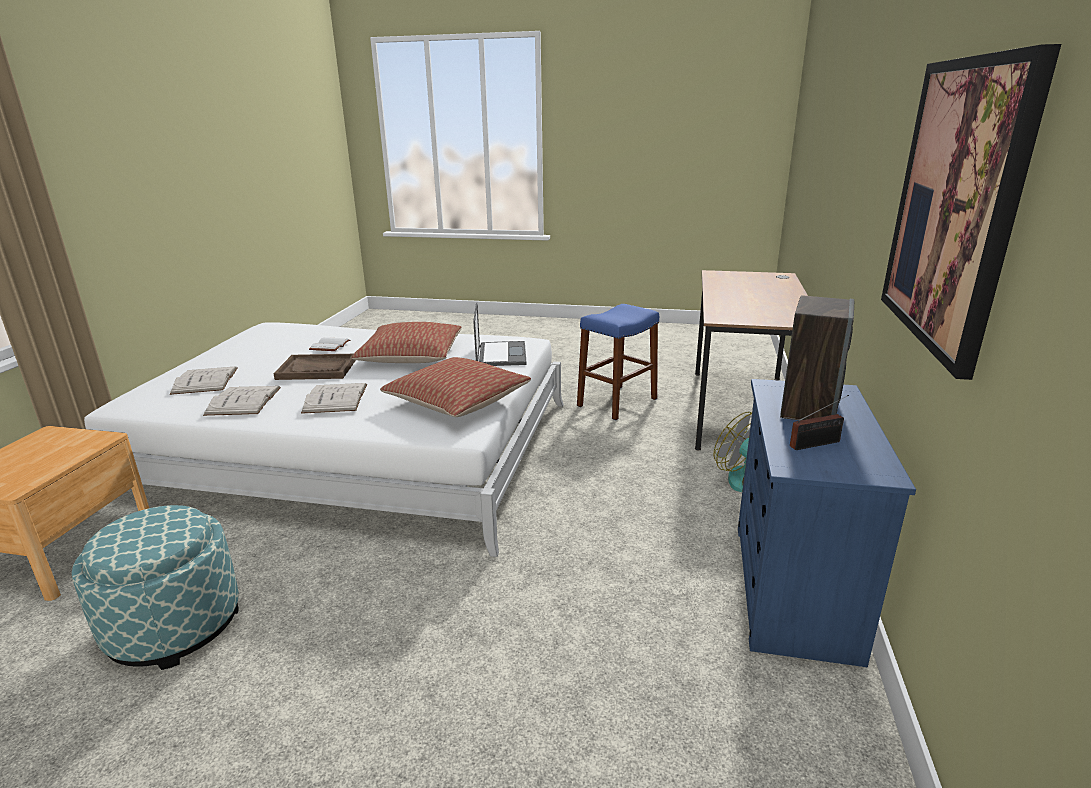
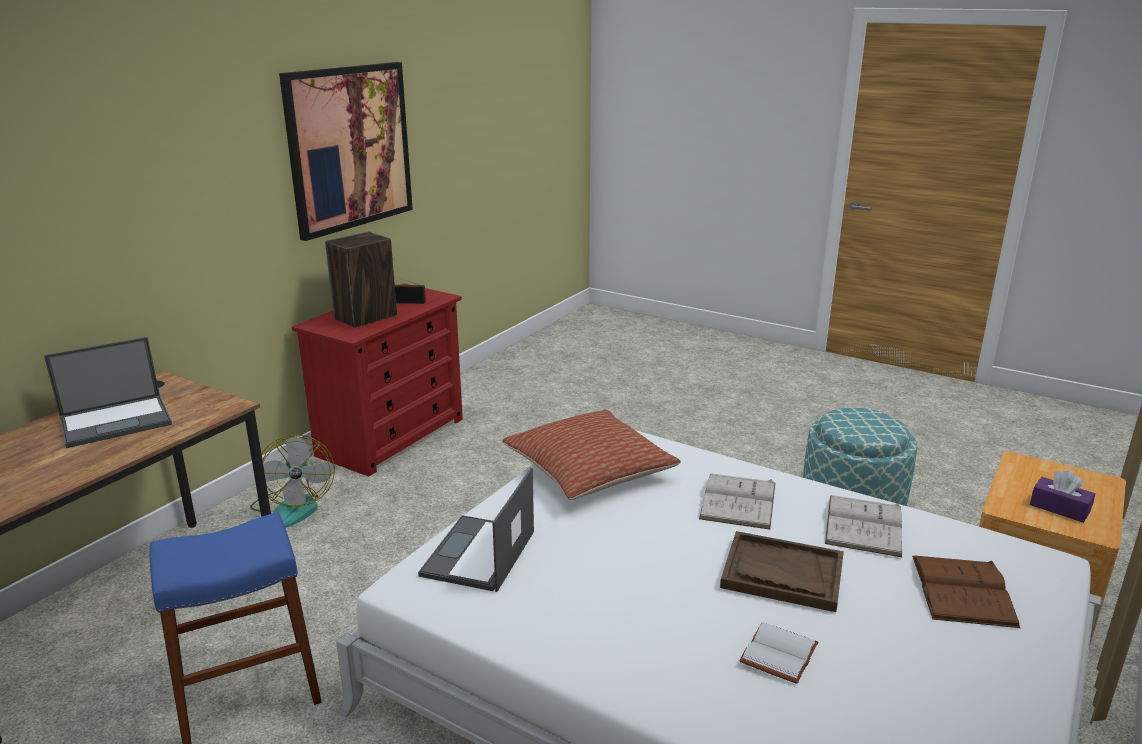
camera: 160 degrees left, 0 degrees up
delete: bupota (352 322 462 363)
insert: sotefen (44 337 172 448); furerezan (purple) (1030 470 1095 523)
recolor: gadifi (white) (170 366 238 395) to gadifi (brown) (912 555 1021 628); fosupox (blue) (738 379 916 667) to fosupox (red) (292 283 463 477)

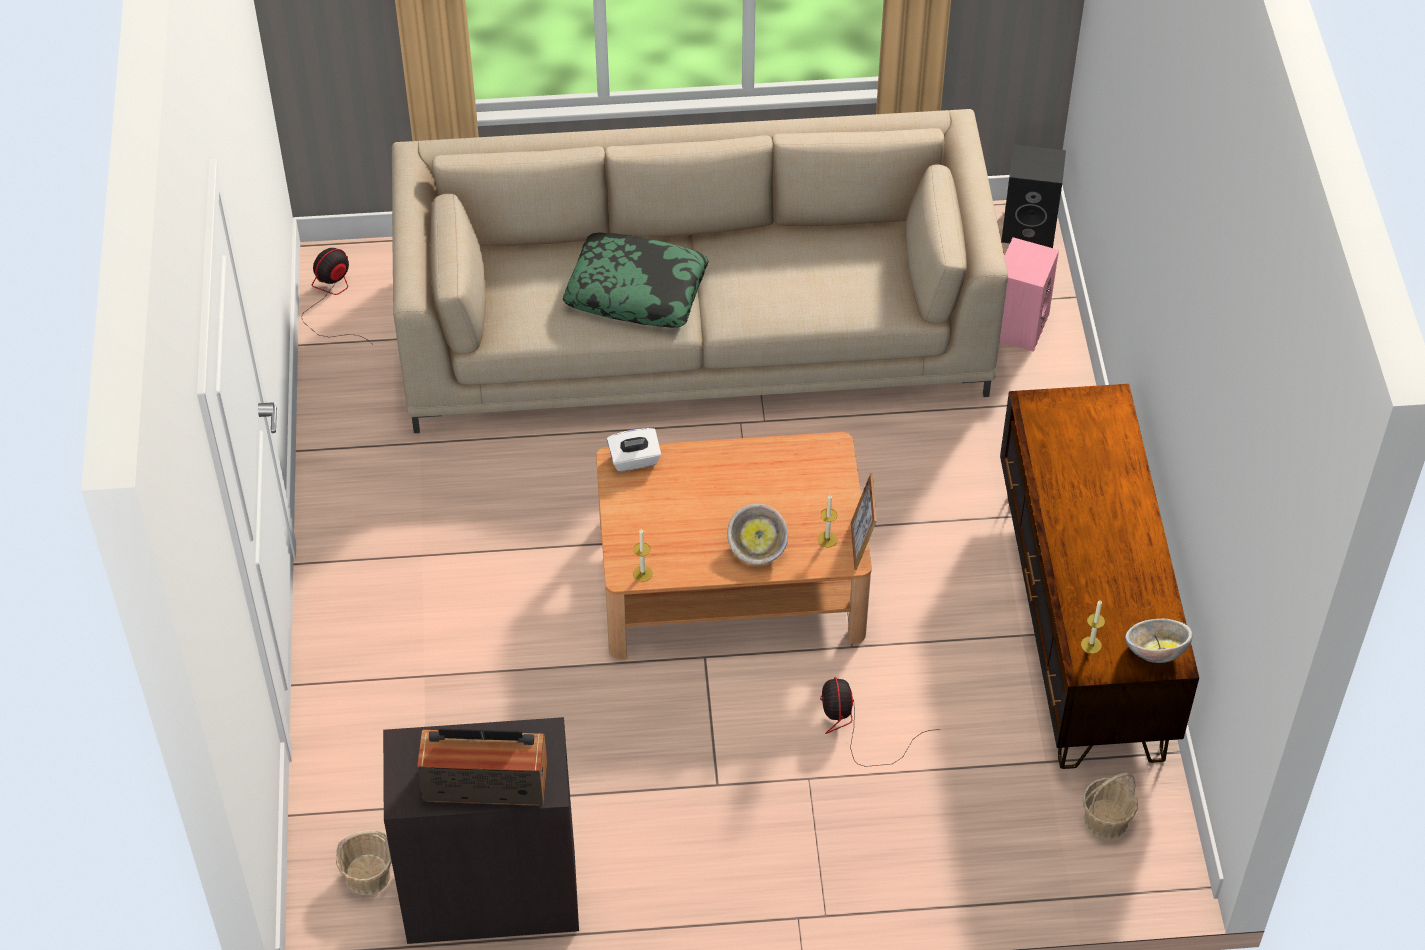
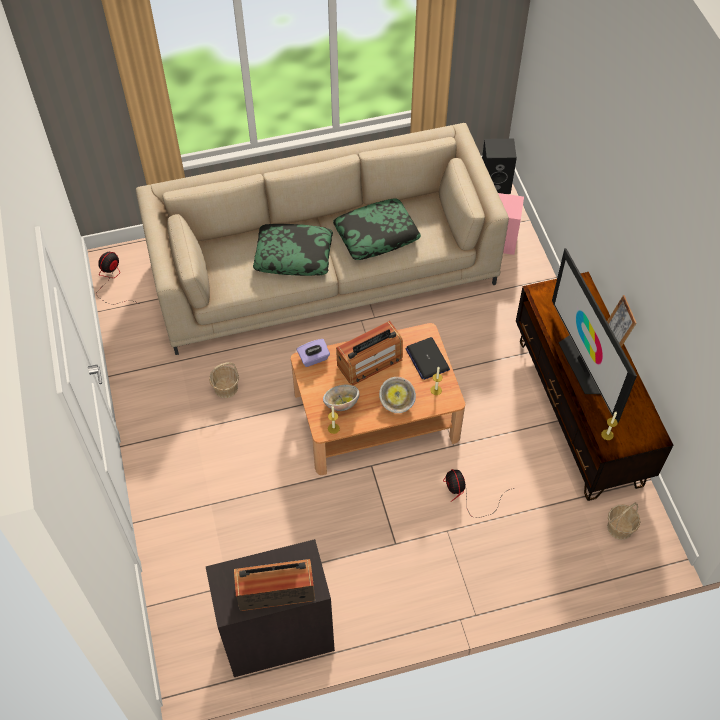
camera: 10 degrees left, 5 degrees up
insert: bupota (333 198 421 260); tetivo (552 248 637 423); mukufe (336 321 403 385); sotefen (405 337 450 380)
move: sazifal (851 473 877 570) to (607 295 637 347); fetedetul (1125 619 1192 663) to (323 384 359 411); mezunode (336 830 392 895) to (209 362 239 398)
recolor: furerezan (white) (607 428 661 472) to furerezan (purple) (297 339 330 367)

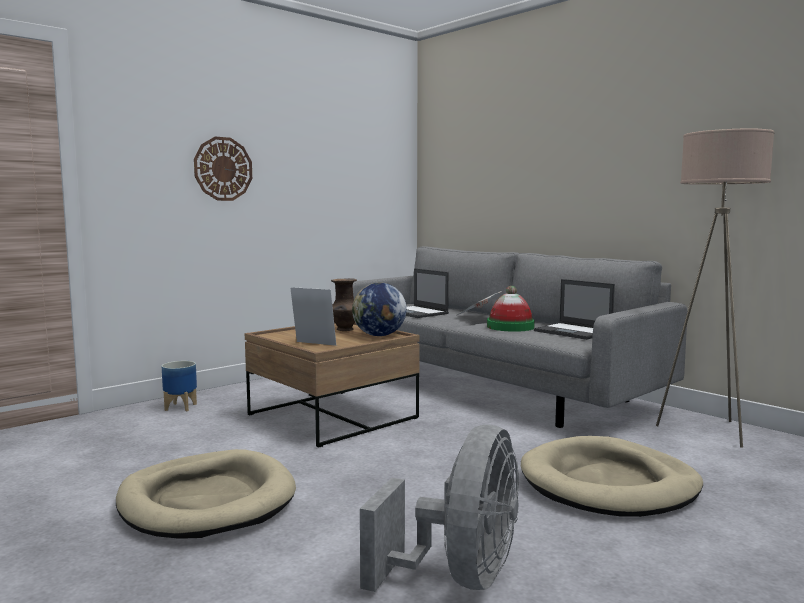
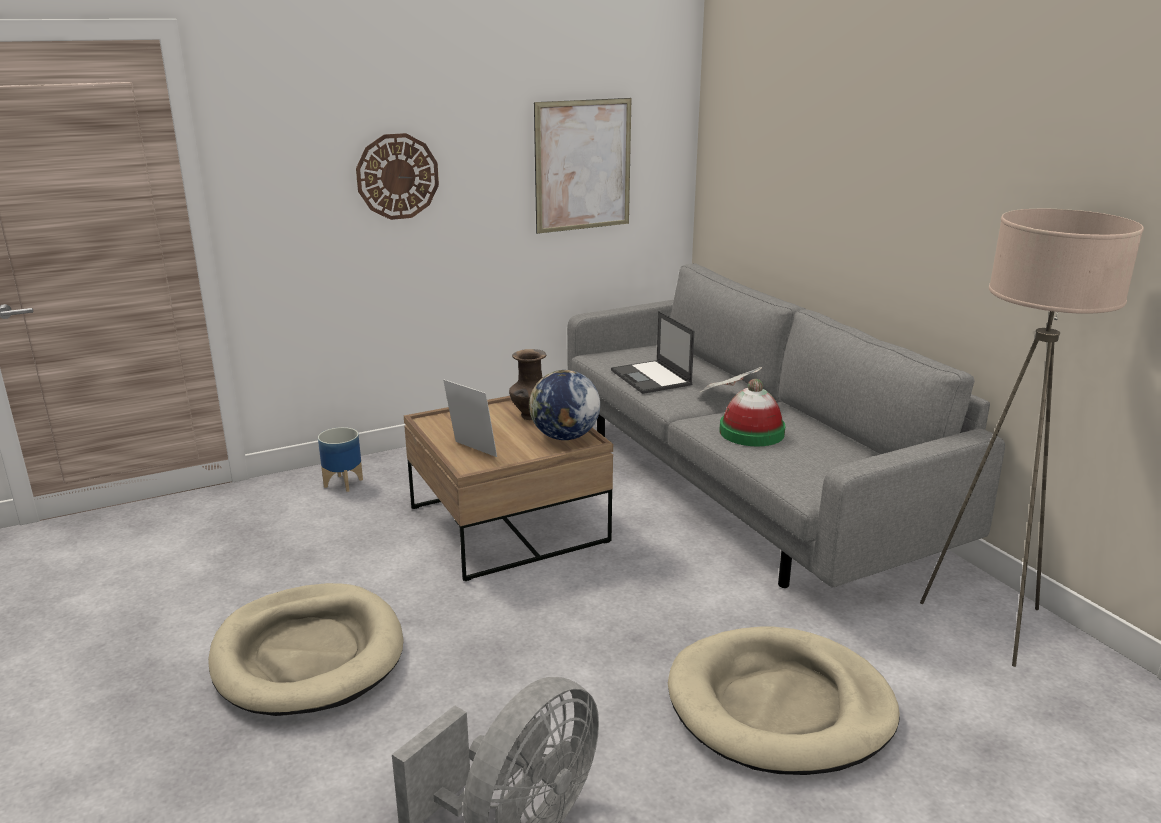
camera: 15 degrees right, 15 degrees up
delete: sotefen (534 279 615 340)
insert: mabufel (534 98 631 234)

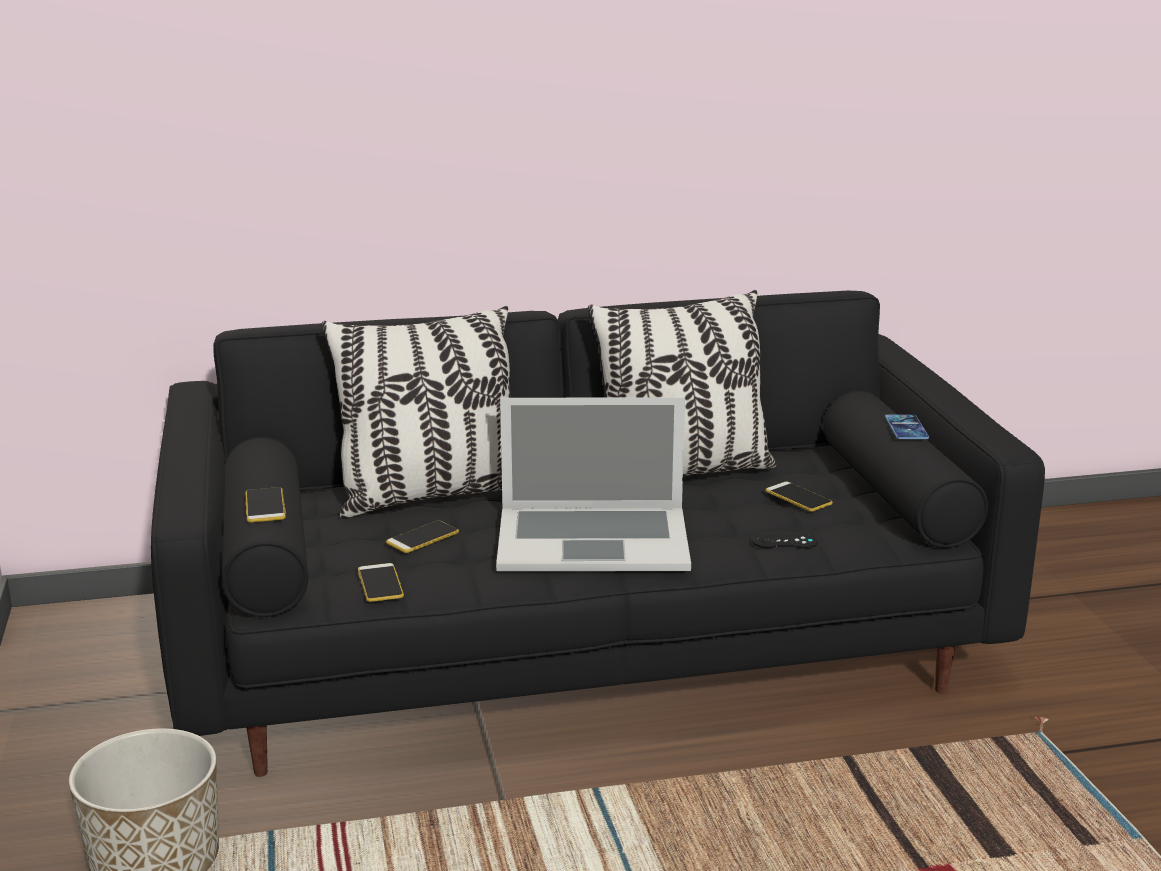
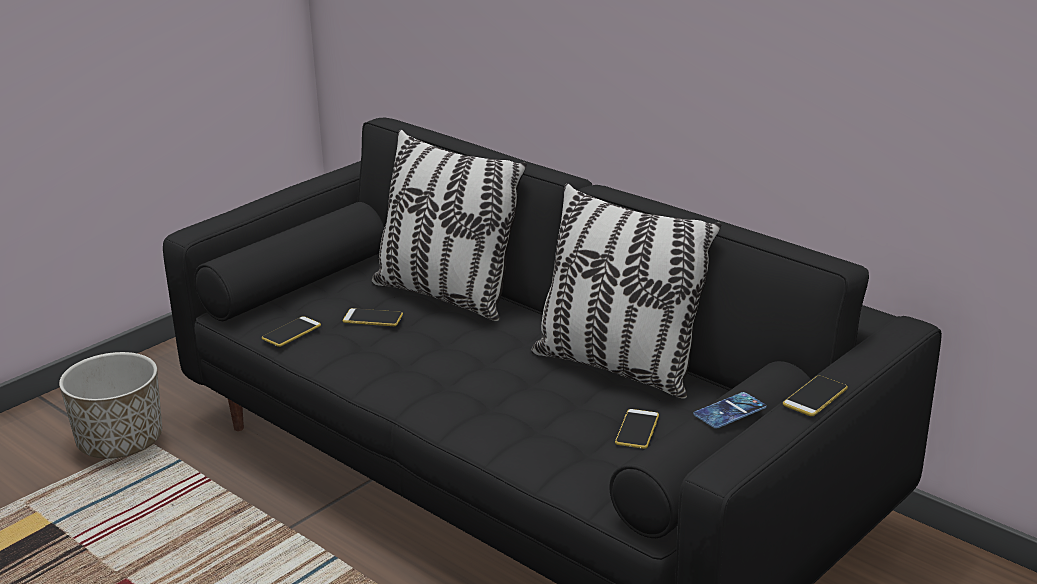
camera: 55 degrees right, 5 degrees up
delete: sotefen (496 397 691 571); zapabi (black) (752 534 818 548)
move: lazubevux (245 487 286 523) to (783 376 848 416)

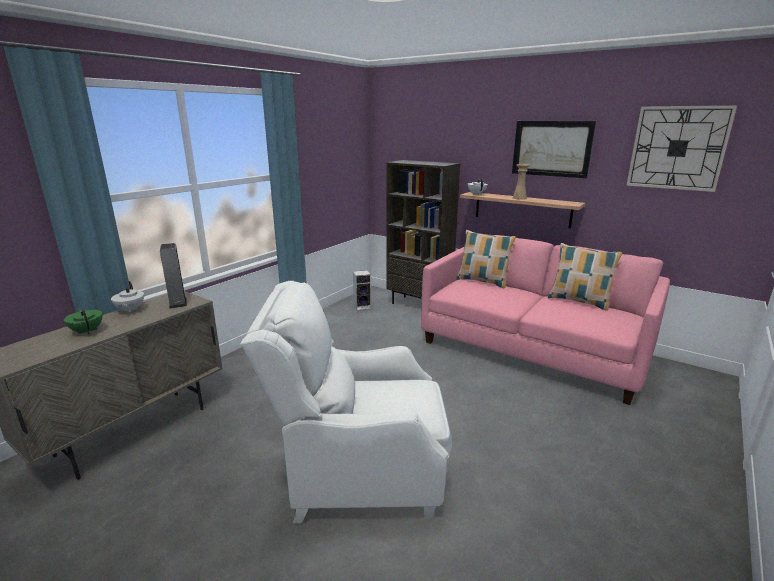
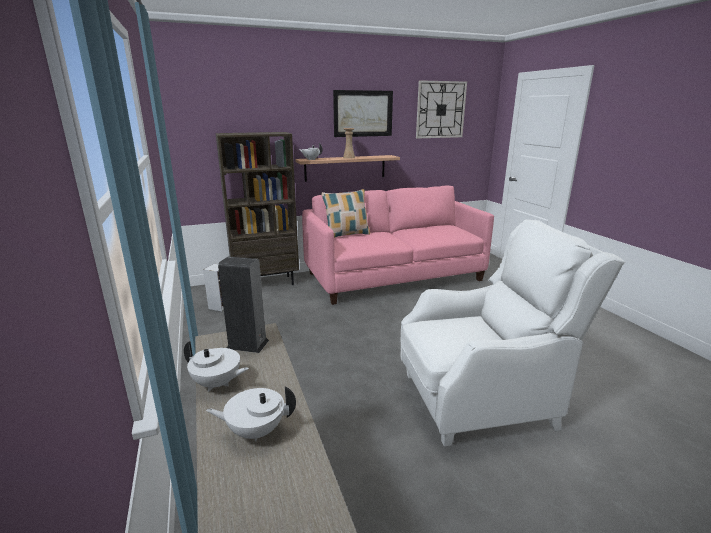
camera: 55 degrees left, 0 degrees up
delete: bupota (548 243 622 311)
recolor: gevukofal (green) (64 309 103 334) to gevukofal (white) (206 386 296 441)
rotate: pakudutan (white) (240 281 452 524) = (400 220 626 446) 135 degrees counterclockwise

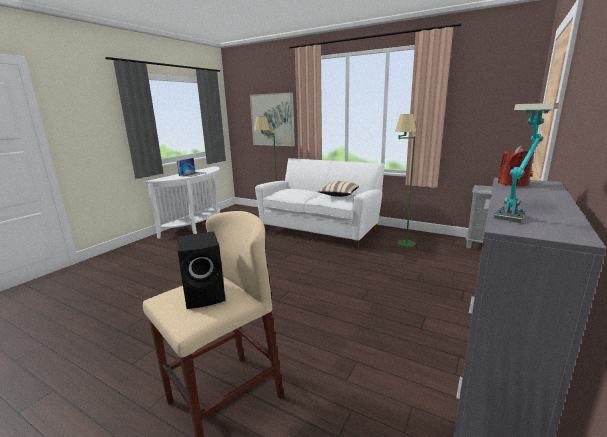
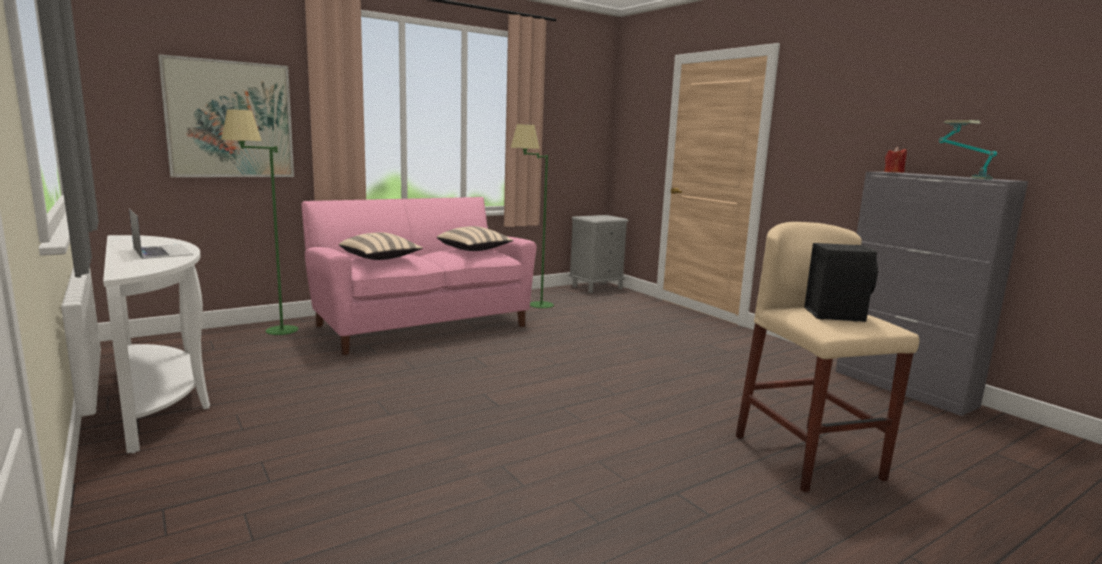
camera: 65 degrees left, 5 degrees down
insert: bupota (beige) (339 232 423 260)
recolor: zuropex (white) (255 158 385 250) to zuropex (pink) (301 197 537 355)

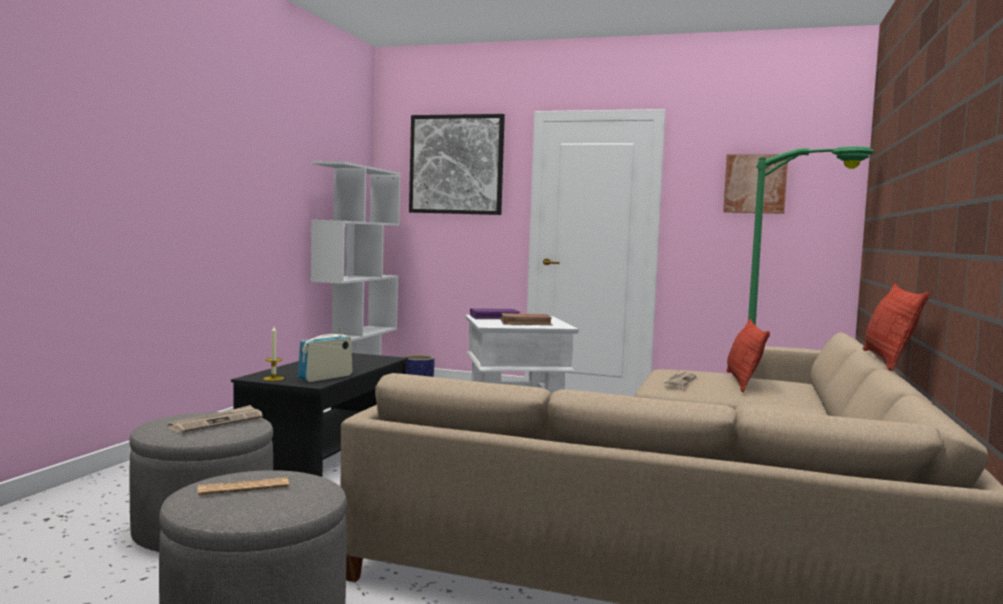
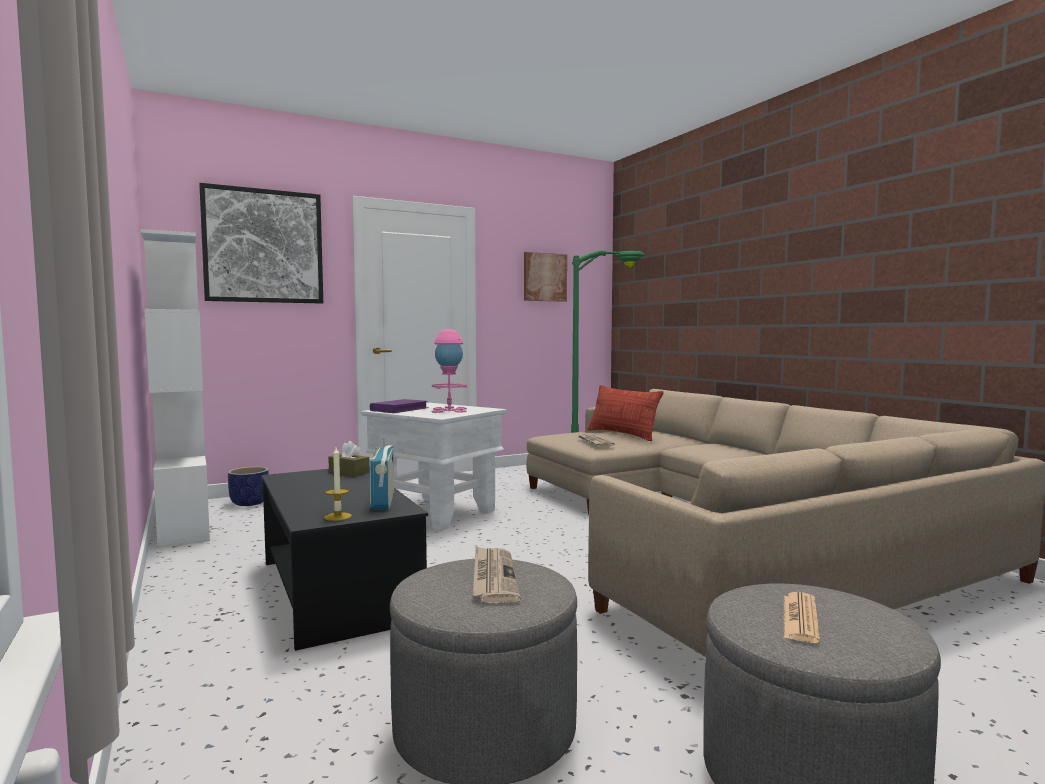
camera: 45 degrees left, 0 degrees up
delete: bupota (863 284 930 371)
insert: furerezan (brown) (328 441 370 476)
replace: gadifi (brown) (501 313 553 325) to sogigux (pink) (431 329 467 413)

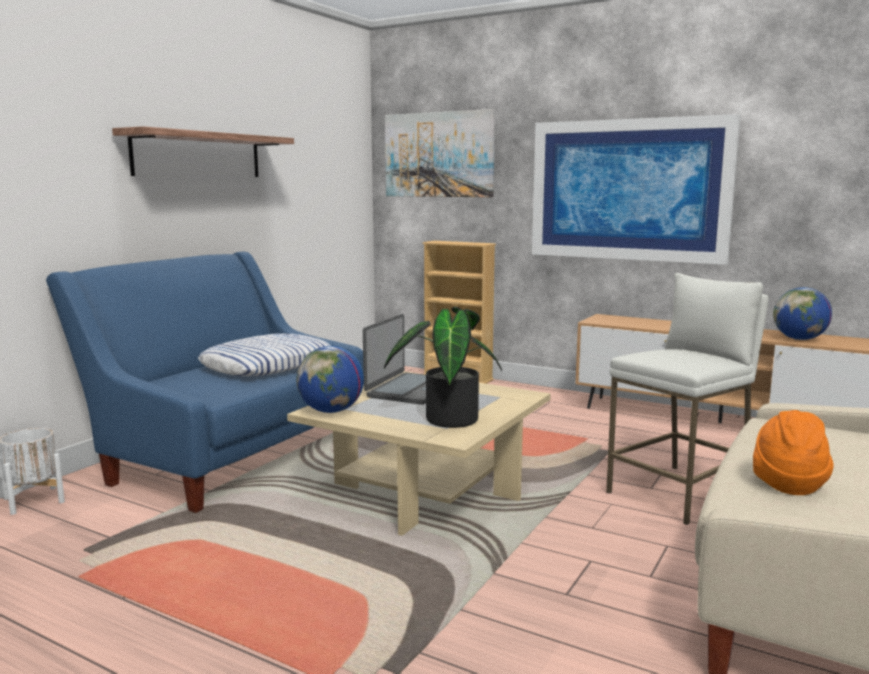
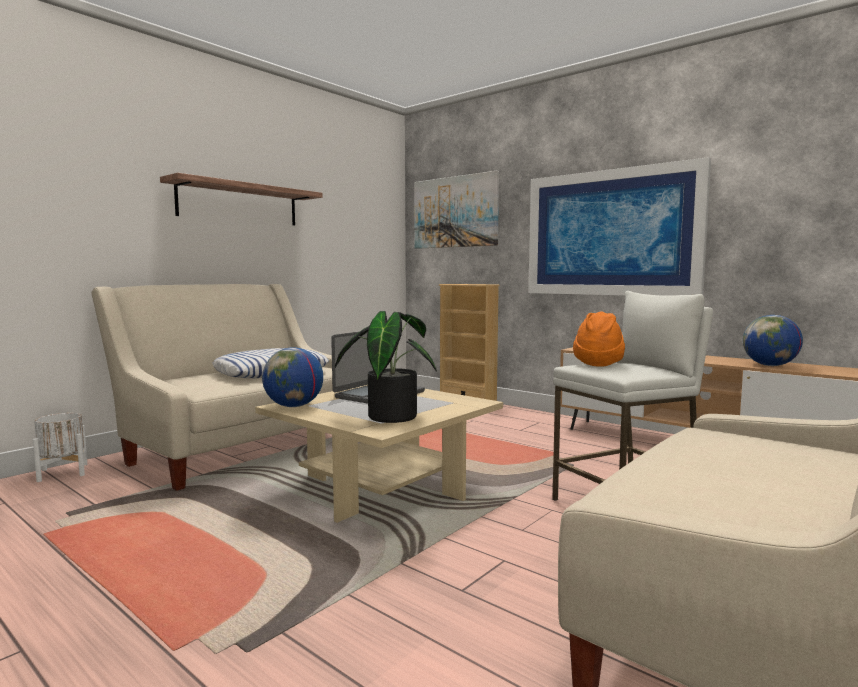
camera: 10 degrees right, 5 degrees down
move: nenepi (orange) (753 410 834 495) to (573 311 625 367)
recolor: zuropex (blue) (46 252 363 513) to zuropex (beige) (91 284 333 491)

